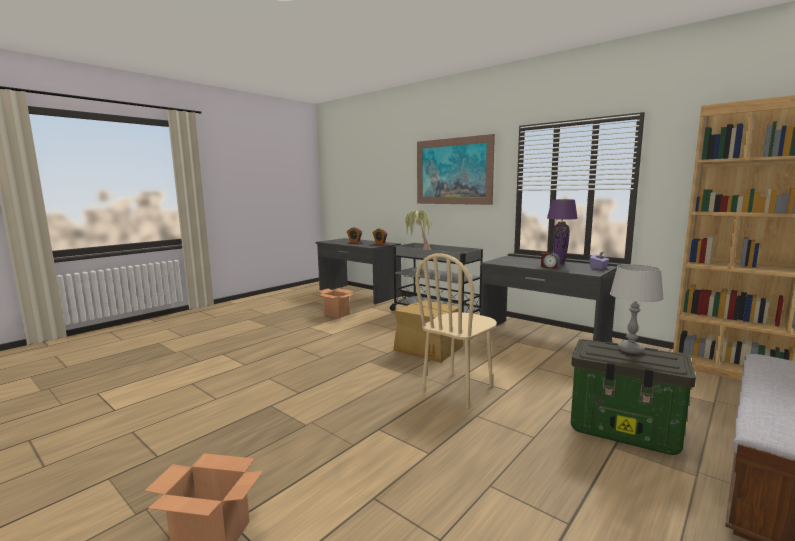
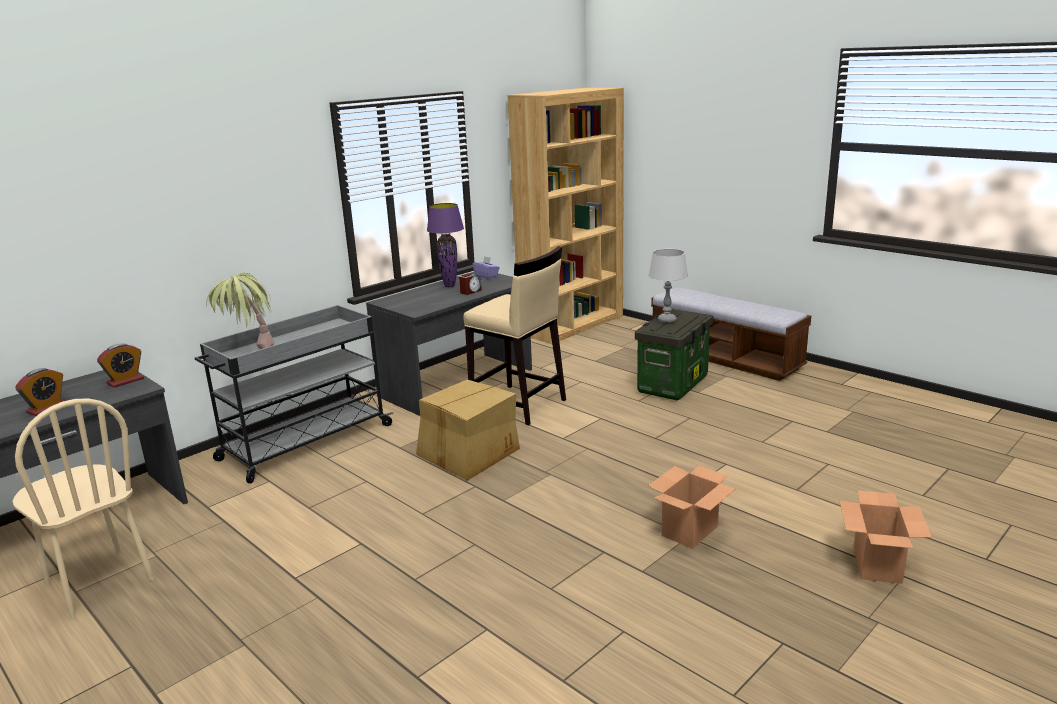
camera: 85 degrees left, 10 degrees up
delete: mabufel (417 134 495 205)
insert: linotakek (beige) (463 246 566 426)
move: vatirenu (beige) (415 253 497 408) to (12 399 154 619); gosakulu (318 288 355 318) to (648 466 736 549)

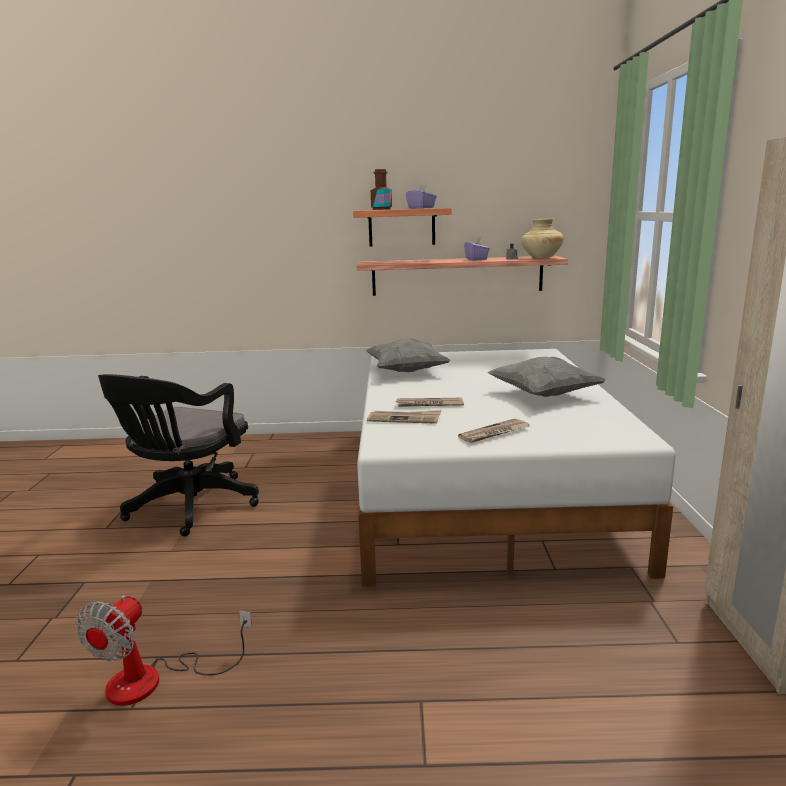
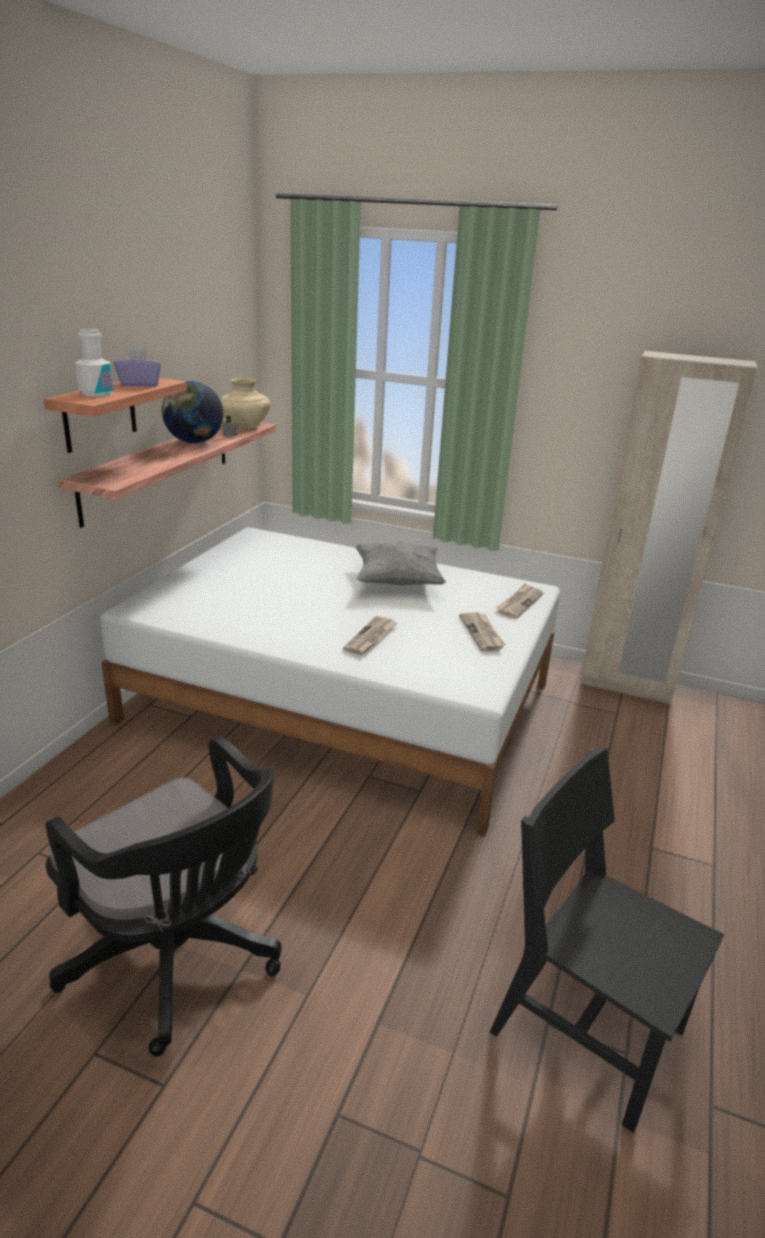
camera: 70 degrees left, 10 degrees up
delete: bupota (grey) (366 339 451 372)
move: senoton (367 410 441 424) to (496 583 543 619)
replace: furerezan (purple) (464 236 490 260) to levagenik (162 381 223 444); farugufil (75 595 252 706) to vatirenu (black) (490 746 724 1133)
recolor: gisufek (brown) (371 169 392 210) to gisufek (white) (75 329 113 397)

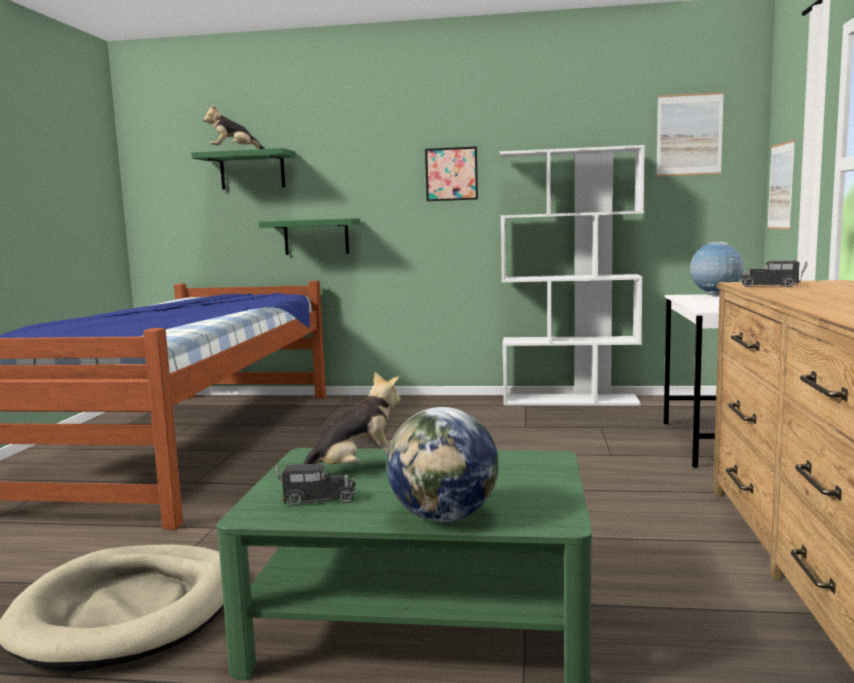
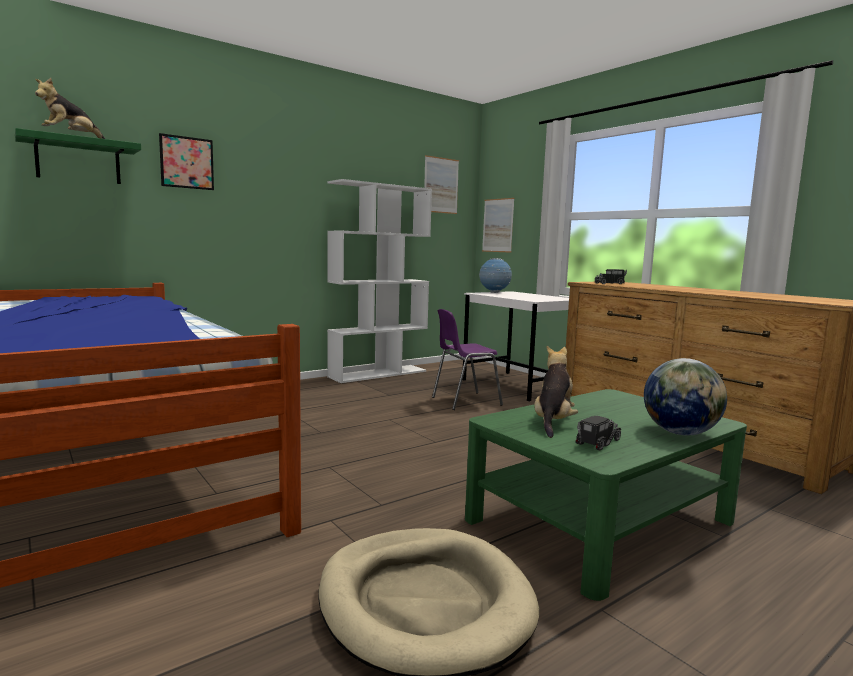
camera: 45 degrees left, 0 degrees up
delete: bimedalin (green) (258 218 360 255)
insert: vatirenu (purple) (432 309 503 410)
move: mabufel (425 146 478 201) to (159 133 214 190)

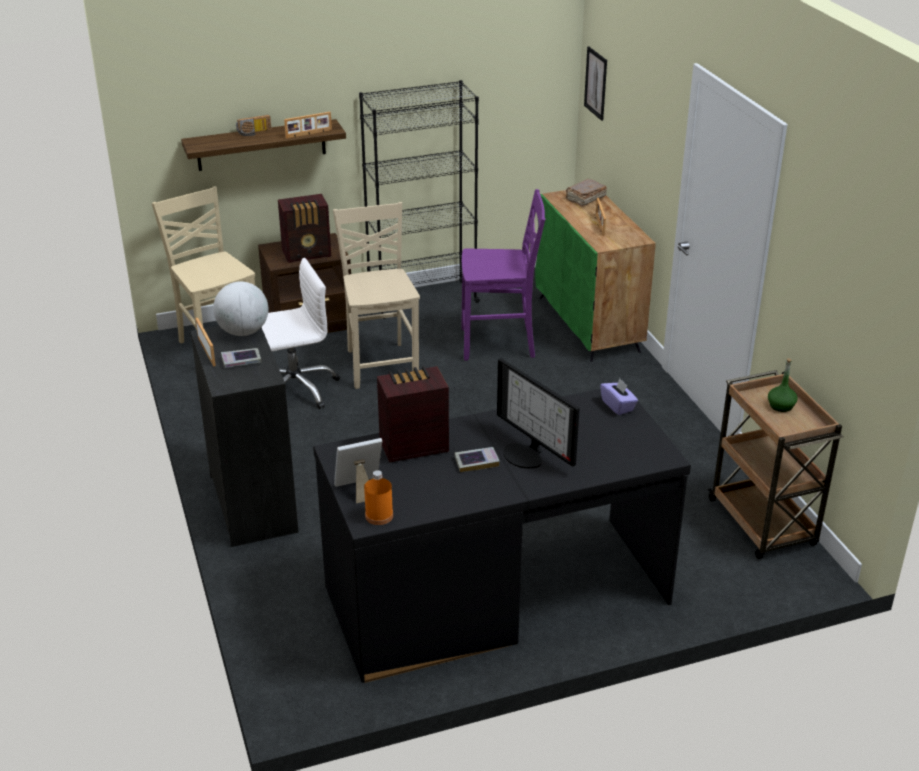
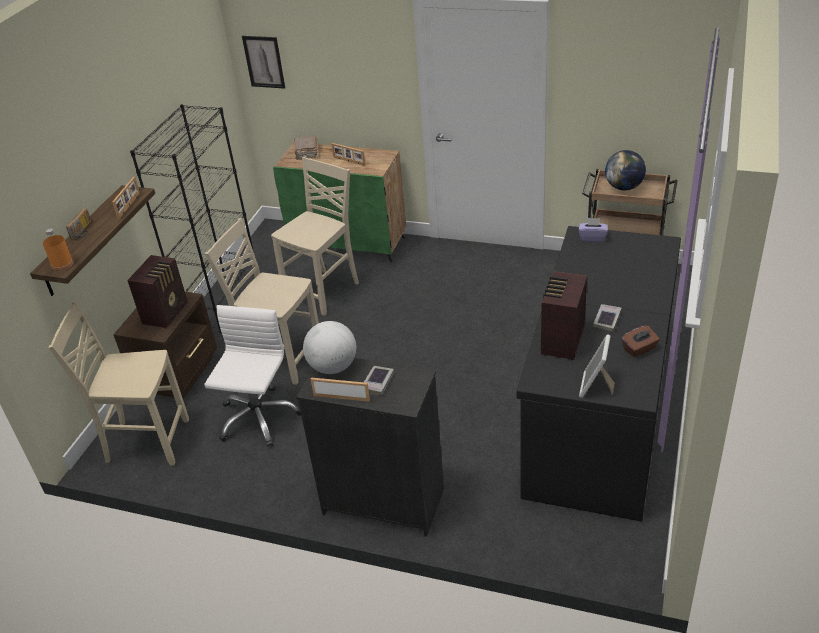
camera: 50 degrees left, 5 degrees up
delete: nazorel (497 358 579 468)
insert: furerezan (brown) (622 325 660 358)
move: gisufek (orange) (364 470 393 525) to (43 229 73 271)
replace: gisufek (green) (768 358 798 412) to levagenik (605 150 646 190)
recolor: vatirenu (purple) (462 189 546 361) to vatirenu (beige) (271 157 359 316)

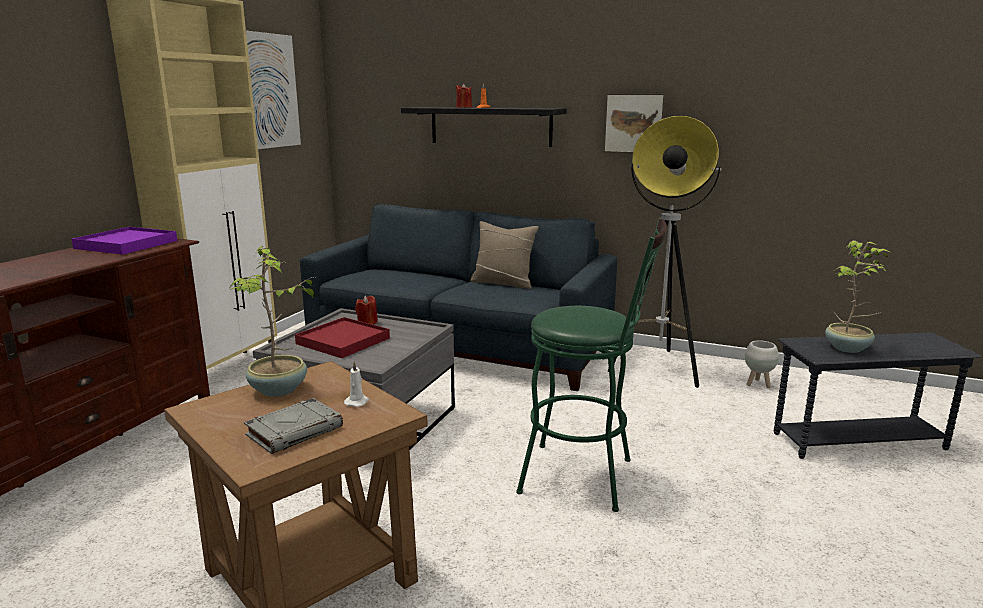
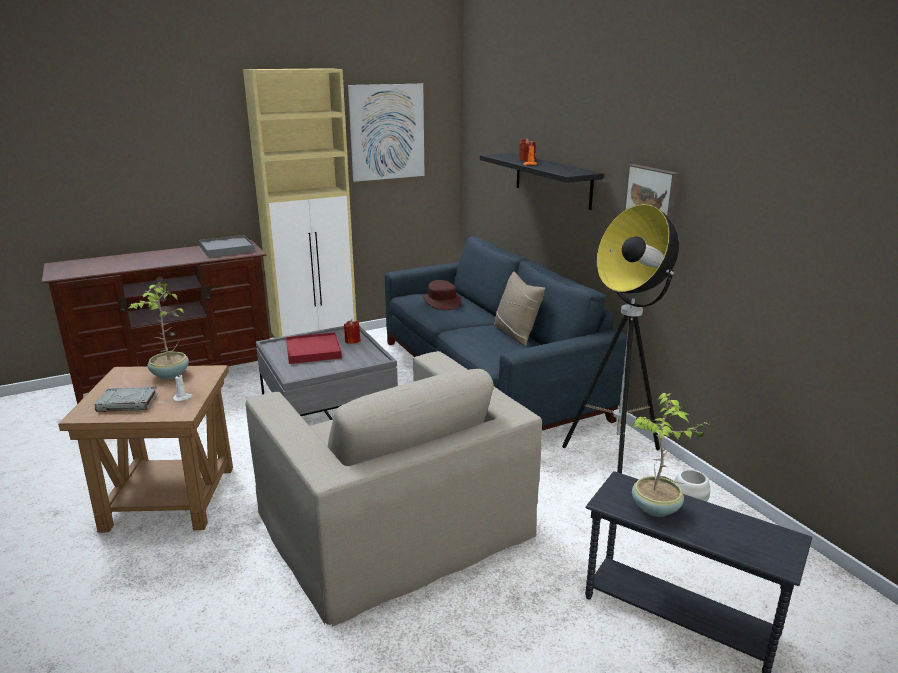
camera: 40 degrees right, 5 degrees up
insert: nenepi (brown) (422 280 462 310)
replace: linotakek (green) (516 218 667 512) to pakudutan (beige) (246 351 542 627)
recolor: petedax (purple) (72 227 177 255) to petedax (grey) (199 235 255 257)

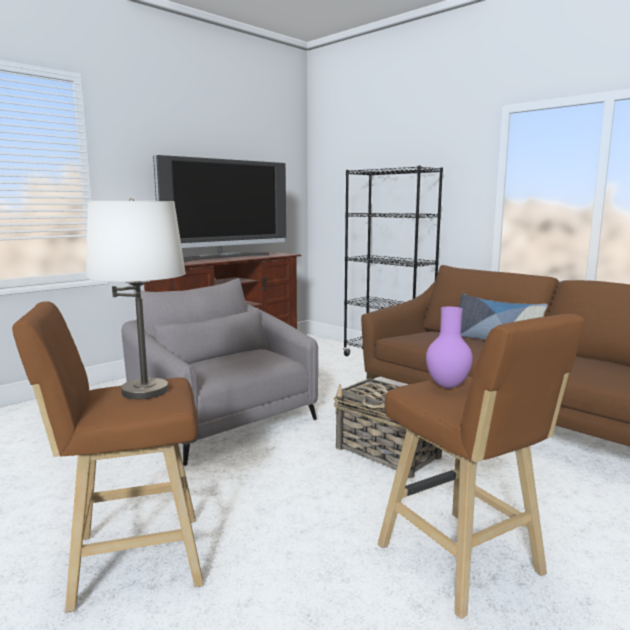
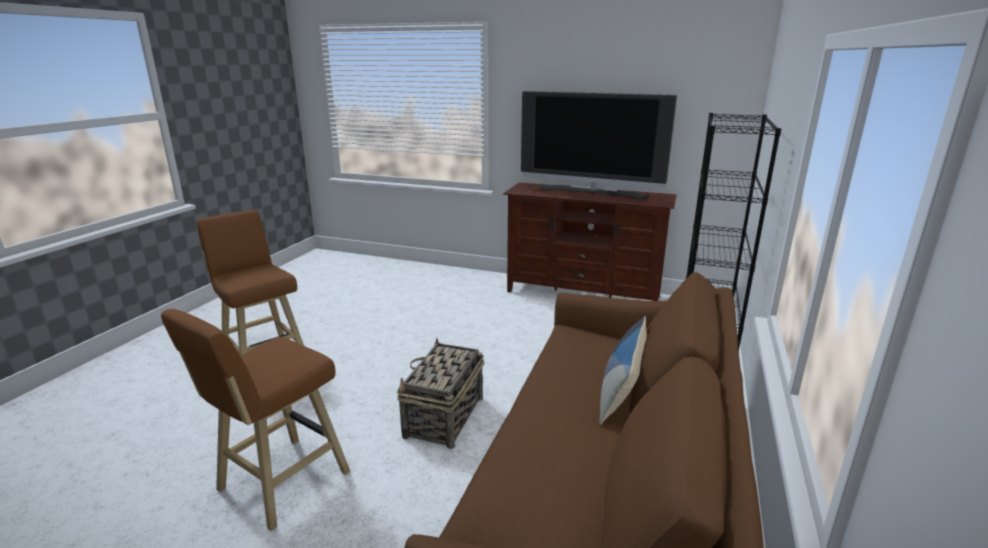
camera: 65 degrees right, 10 degrees up
delete: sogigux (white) (86 198 186 399); pakudutan (grey) (121 278 318 466); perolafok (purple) (426 307 473 388)

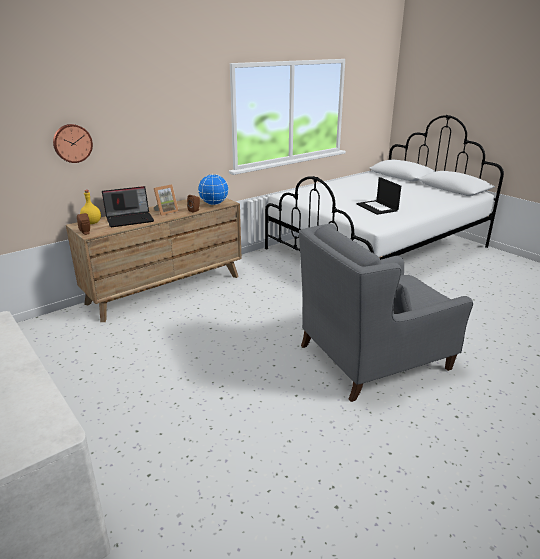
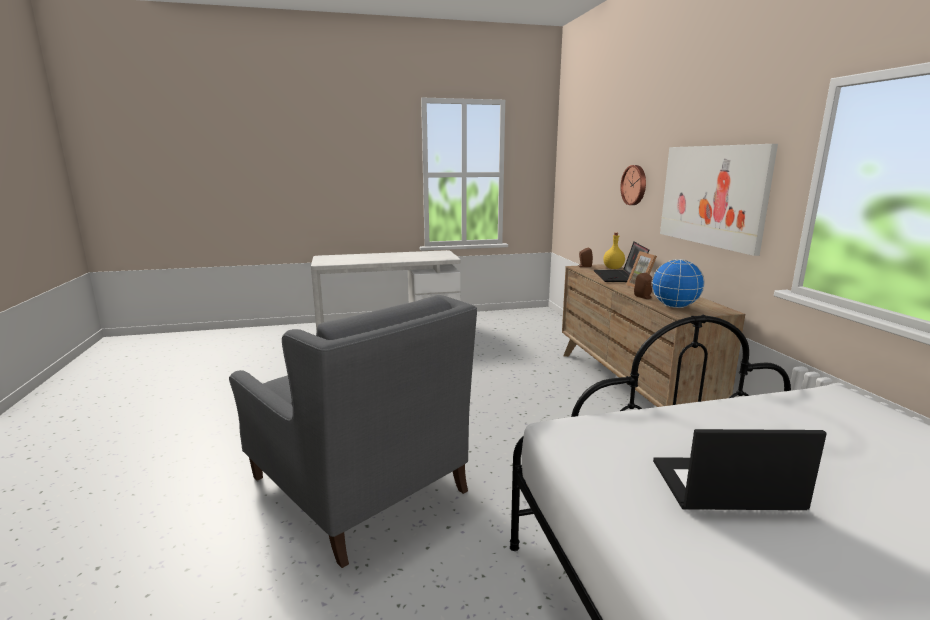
camera: 115 degrees right, 10 degrees down
insert: mabufel (660 144 778 256)
rotate: pakudutan (grey) (299 224 473 402) = (229 295 477 568) 135 degrees clockwise

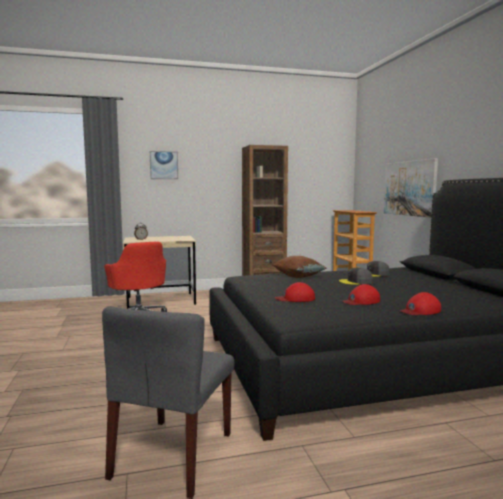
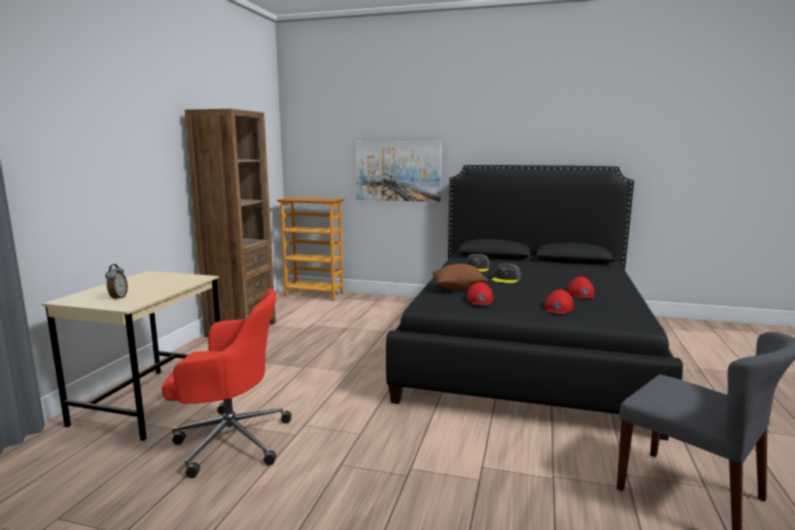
camera: 60 degrees left, 5 degrees up
delete: mabufel (150 151 178 179)
move: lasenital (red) (400 292 441 315) to (467 282 493 305)

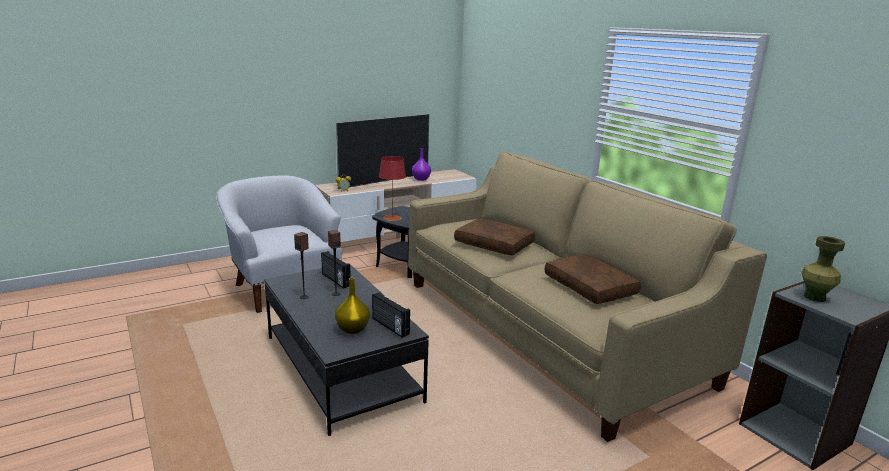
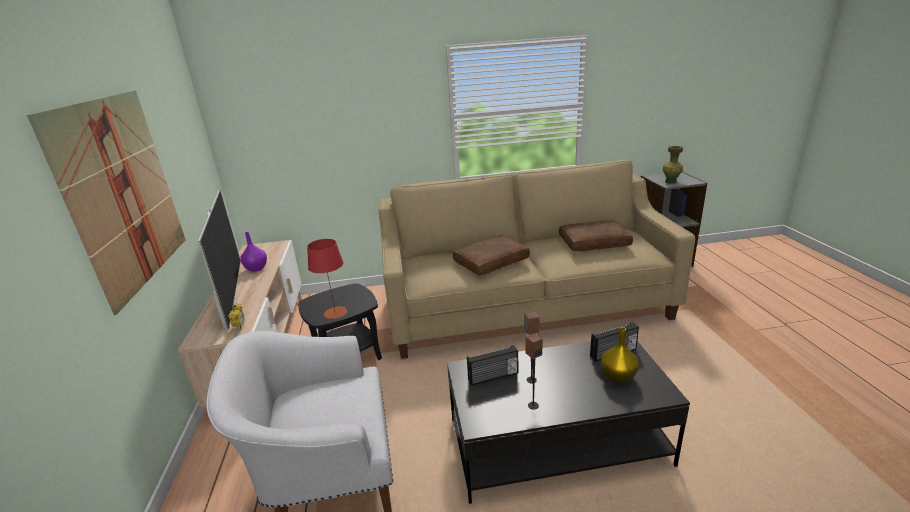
camera: 65 degrees left, 5 degrees up
insert: mabufel (27 90 186 315)

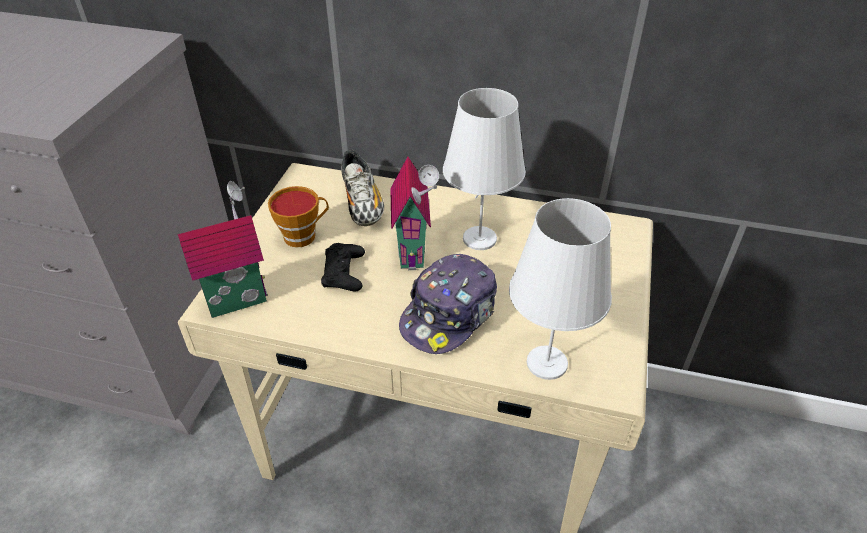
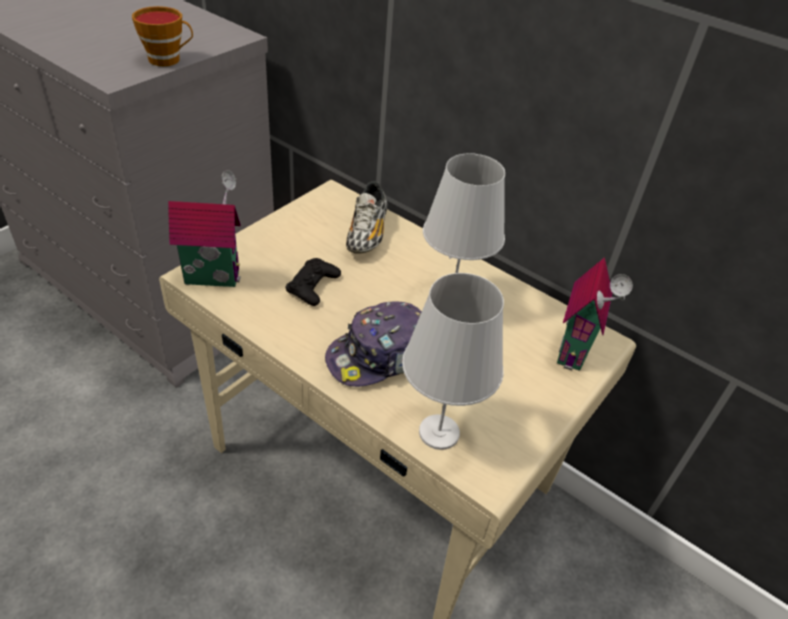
camera: 20 degrees right, 0 degrees up
move: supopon (390 156 439 270) to (557 257 633 371); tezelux (268 186 329 248) to (132 6 193 66)

